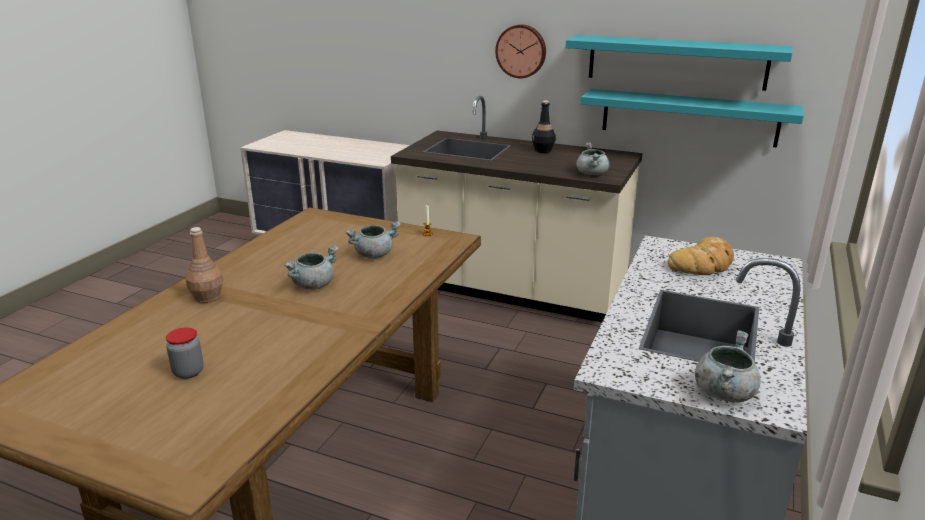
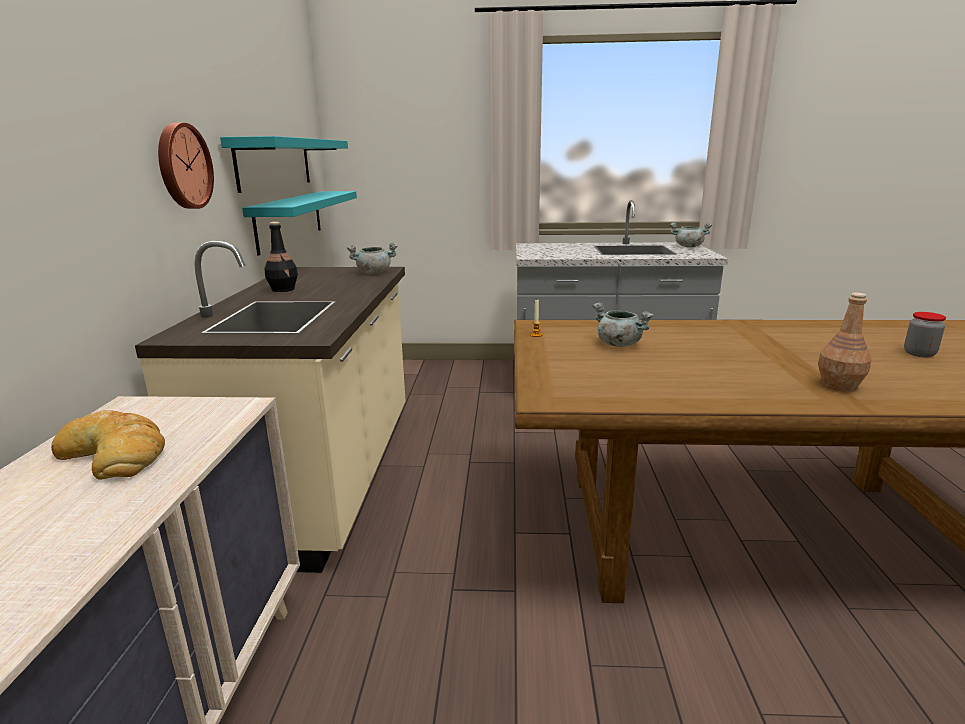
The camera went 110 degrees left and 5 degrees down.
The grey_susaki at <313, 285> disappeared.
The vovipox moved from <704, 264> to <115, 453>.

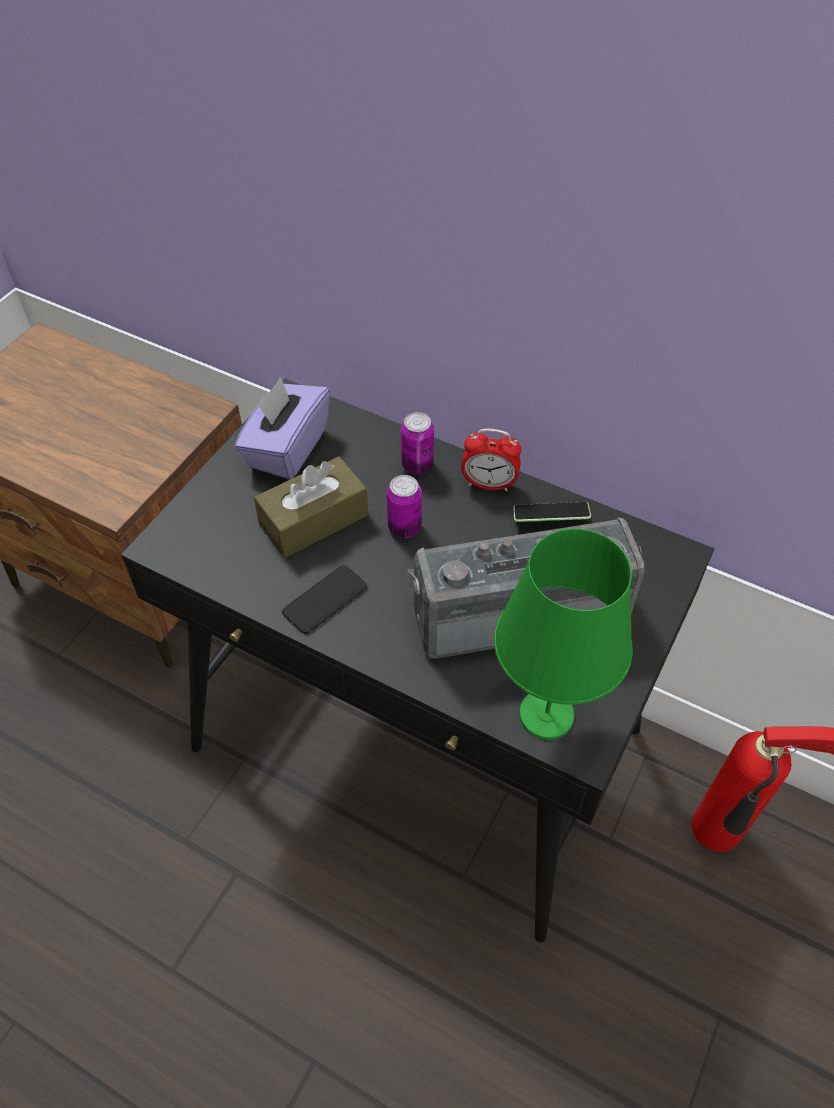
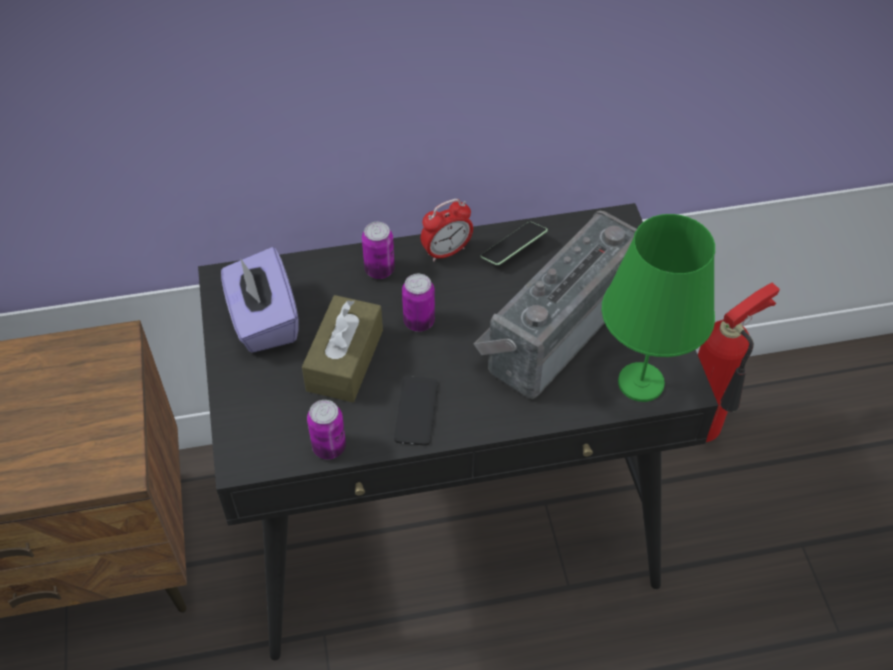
The camera went 40 degrees left and 0 degrees up.
The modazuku at <329, 447> appeared.

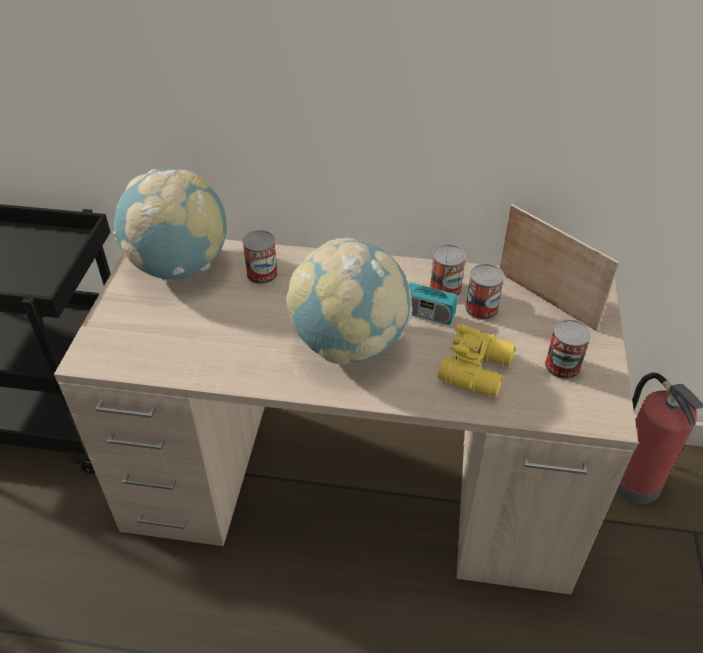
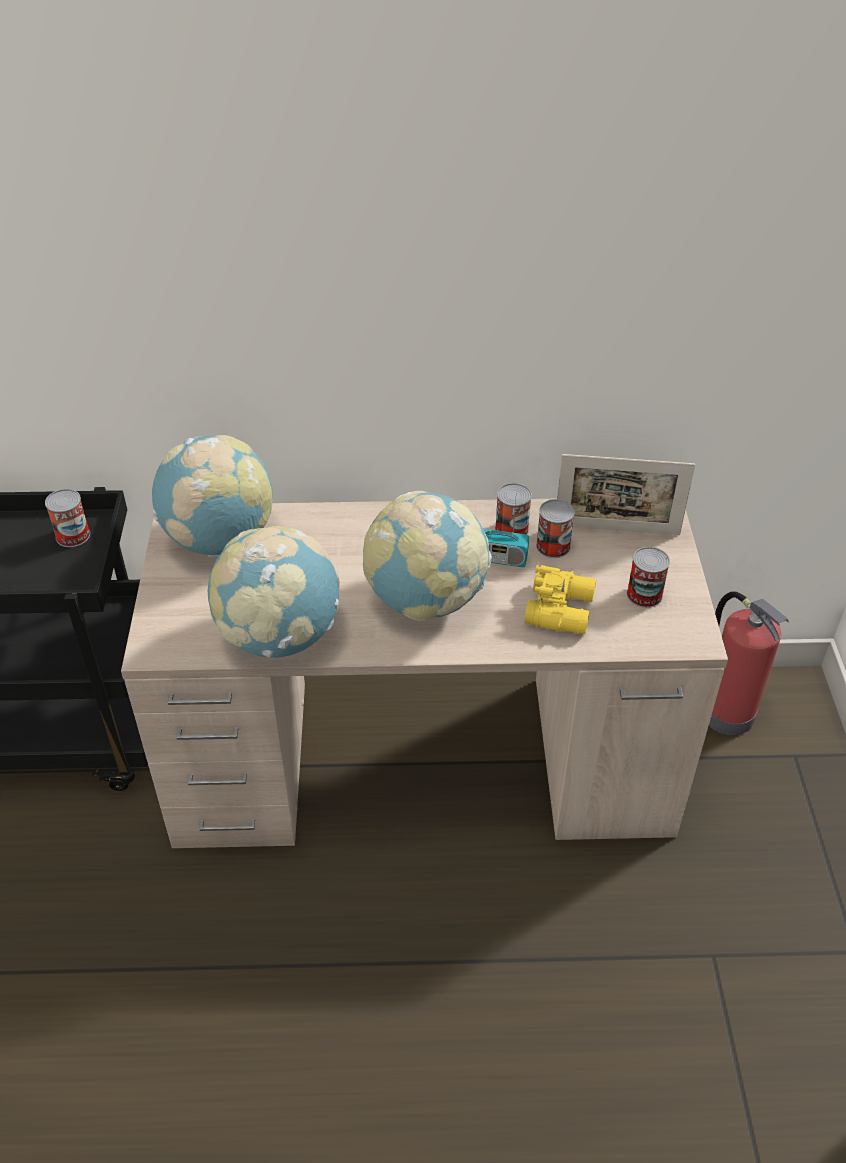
The camera went 10 degrees left and 0 degrees up.
The modazuku moved from <262, 274> to <73, 535>.
The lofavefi at <546, 300> turned 150 degrees clockwise.
The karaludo at <279, 636> appeared.

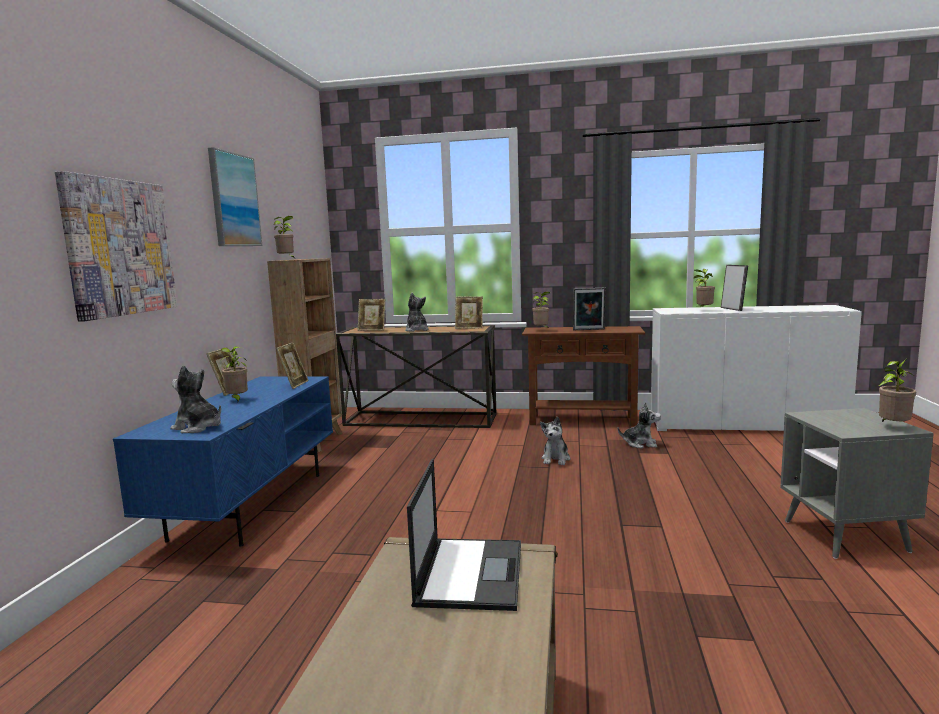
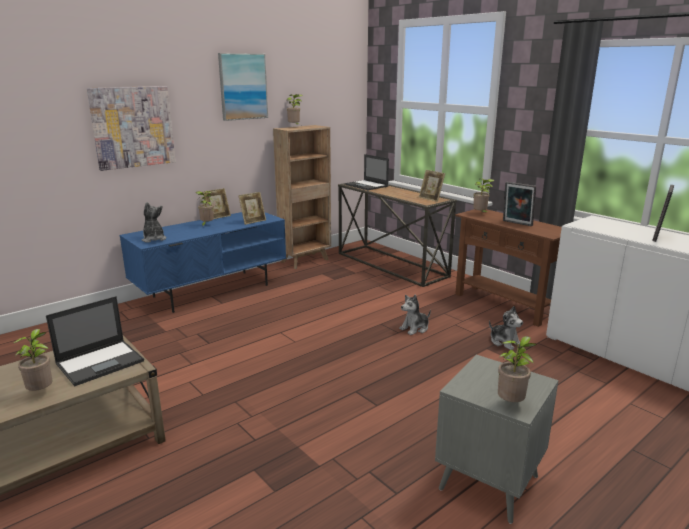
The camera went 40 degrees right and 10 degrees up.
The lofavefi at <372, 330> was replaced by the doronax at <367, 185>.
The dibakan at <416, 330> disappeared.
The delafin moved from <703, 310> to <42, 392>.

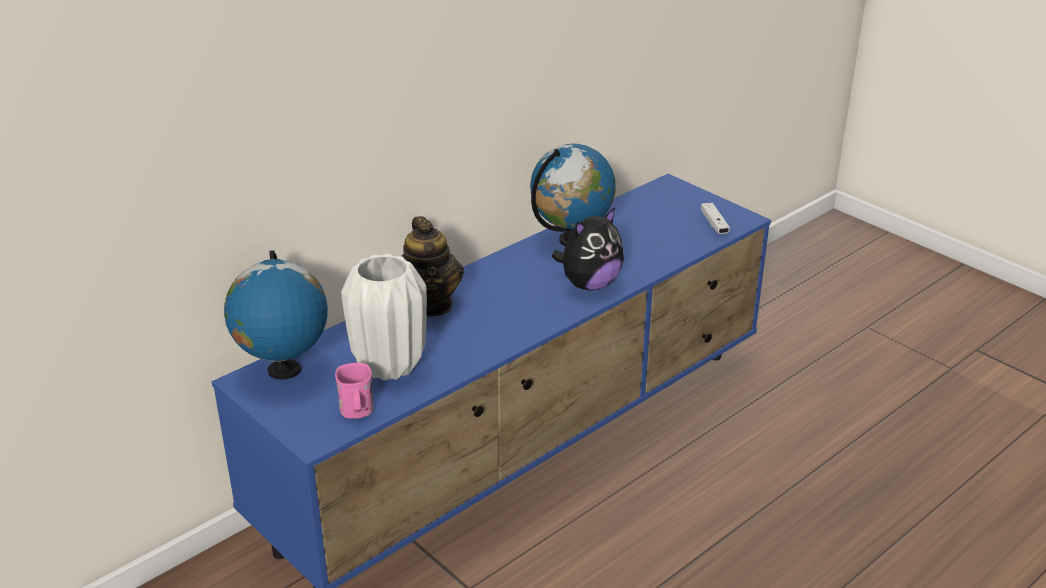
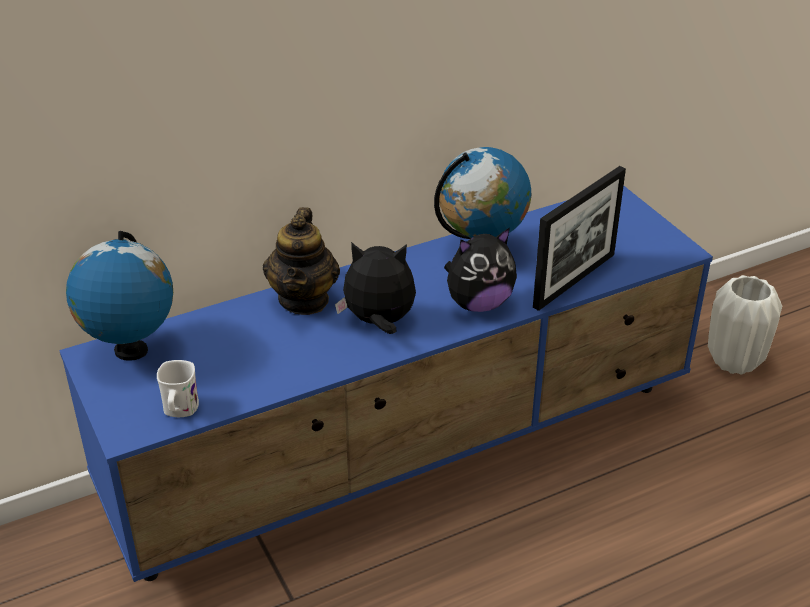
The camera went 15 degrees right and 5 degrees up.
The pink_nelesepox at <357, 412> became the white_nelesepox at <179, 410>.
The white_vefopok moved from <390, 365> to <735, 361>.
The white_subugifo at <714, 224> disappeared.
The dibakan at <379, 322> appeared.
The lofavefi at <574, 280> appeared.

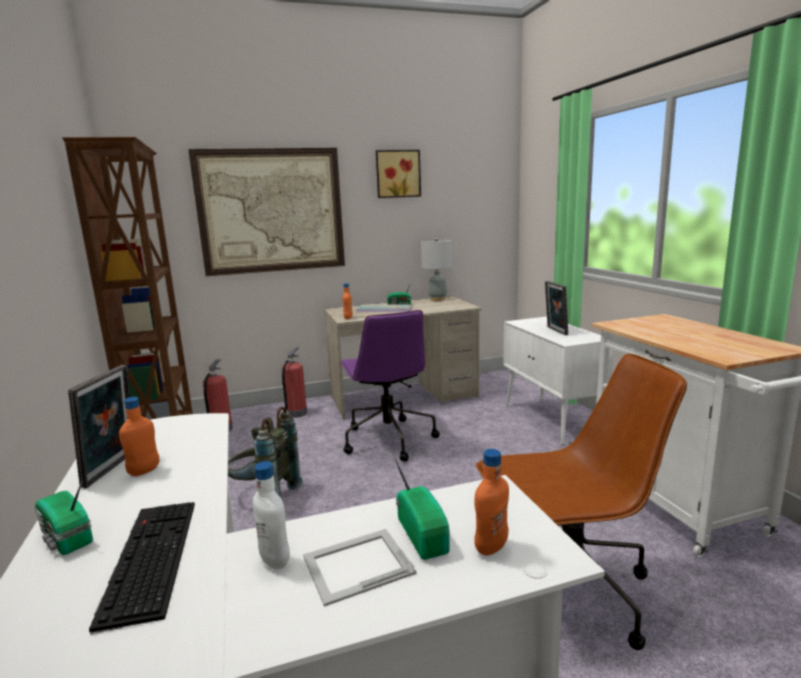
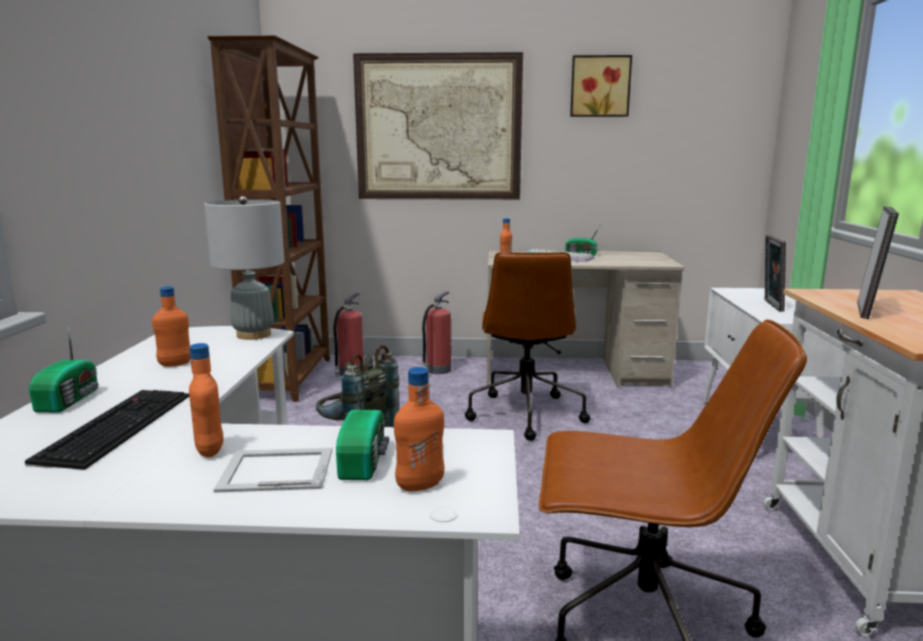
The camera went 20 degrees right and 0 degrees up.
The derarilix at <65, 538> turned 150 degrees counterclockwise.
The lofavefi moved from <114, 468> to <868, 311>.
The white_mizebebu at <275, 560> became the orange_mizebebu at <210, 450>.
The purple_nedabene at <388, 439> became the brown_nedabene at <525, 414>.
The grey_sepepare moved from <437, 299> to <254, 335>.

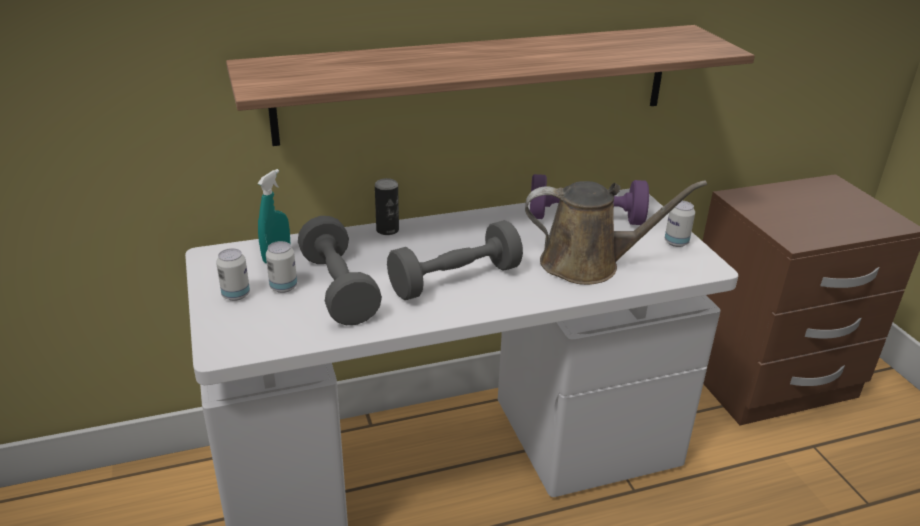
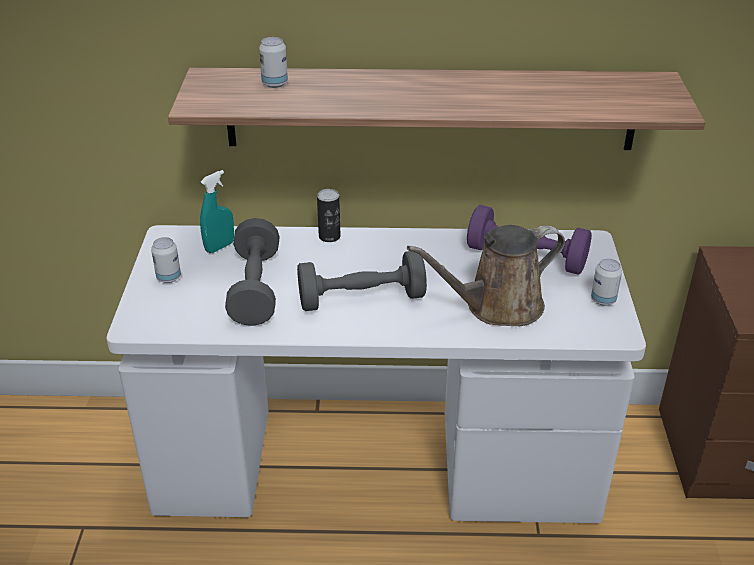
The camera went 20 degrees right and 5 degrees up.
The modazuku moved from <283, 287> to <275, 84>.
The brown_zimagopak at <588, 264> turned 135 degrees clockwise.

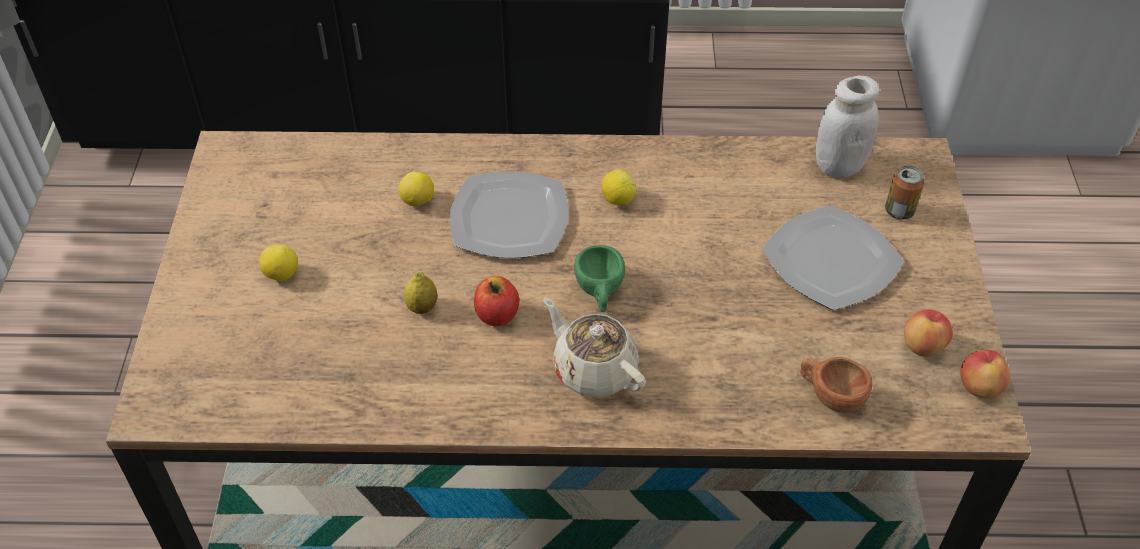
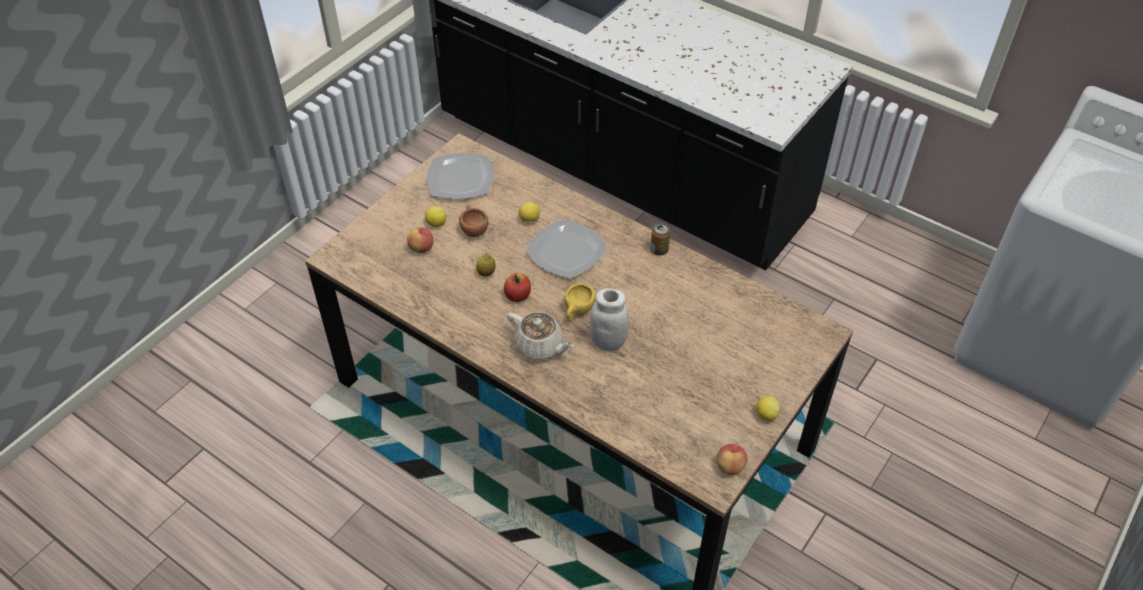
The camera went 35 degrees right and 0 degrees up.
The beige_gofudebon at <593, 369> turned 135 degrees clockwise.
The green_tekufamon at <600, 292> became the yellow_tekufamon at <577, 311>.
The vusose moved from <618, 199> to <766, 414>.
The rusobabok moved from <831, 262> to <460, 179>.
The brown_tekufamon moved from <830, 395> to <473, 228>.
The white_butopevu moved from <839, 166> to <608, 342>.
The modazuku moved from <899, 211> to <659, 250>.
The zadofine moved from <923, 346> to <421, 248>.

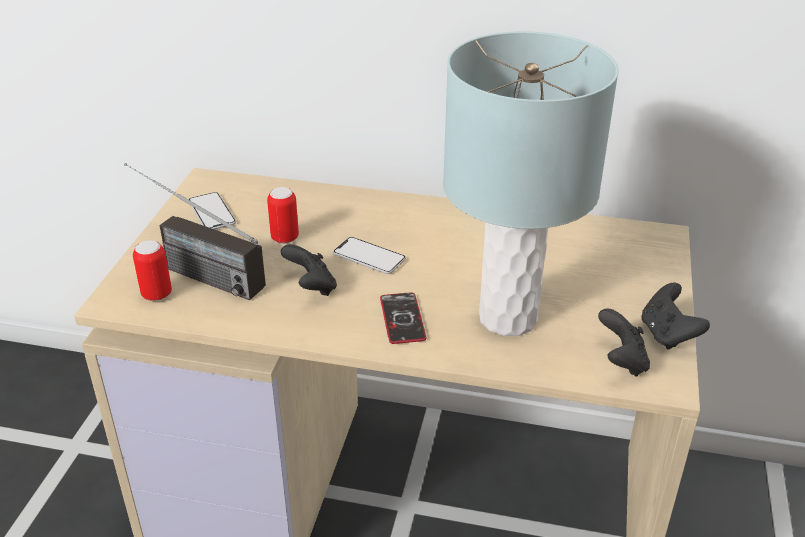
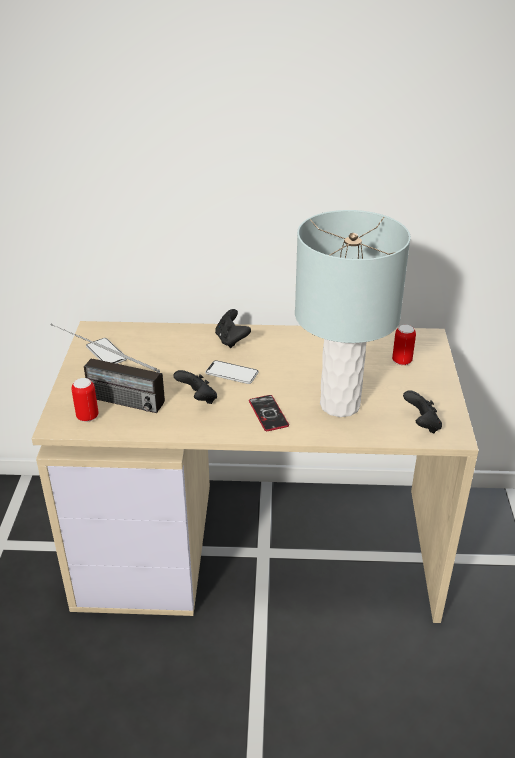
The camera went 10 degrees left and 0 degrees up.
The modazuku moved from <285, 238> to <402, 361>.
The black_subugifo moved from <667, 334> to <231, 340>.

